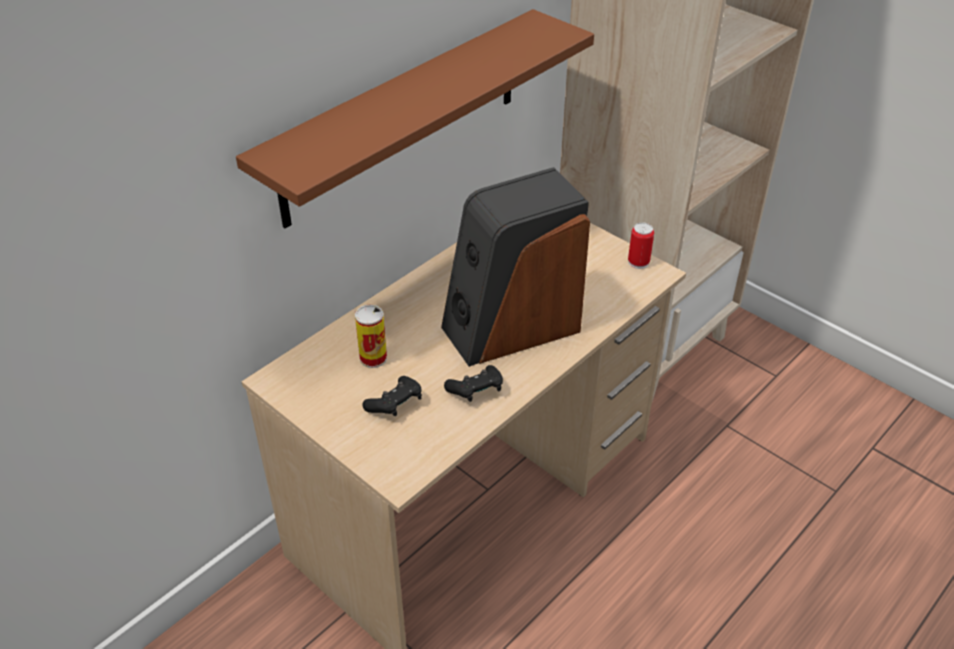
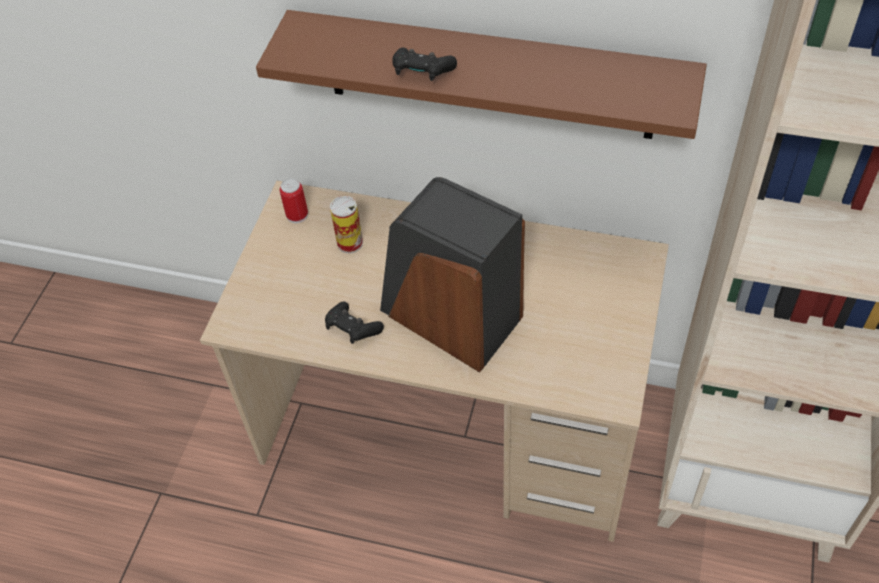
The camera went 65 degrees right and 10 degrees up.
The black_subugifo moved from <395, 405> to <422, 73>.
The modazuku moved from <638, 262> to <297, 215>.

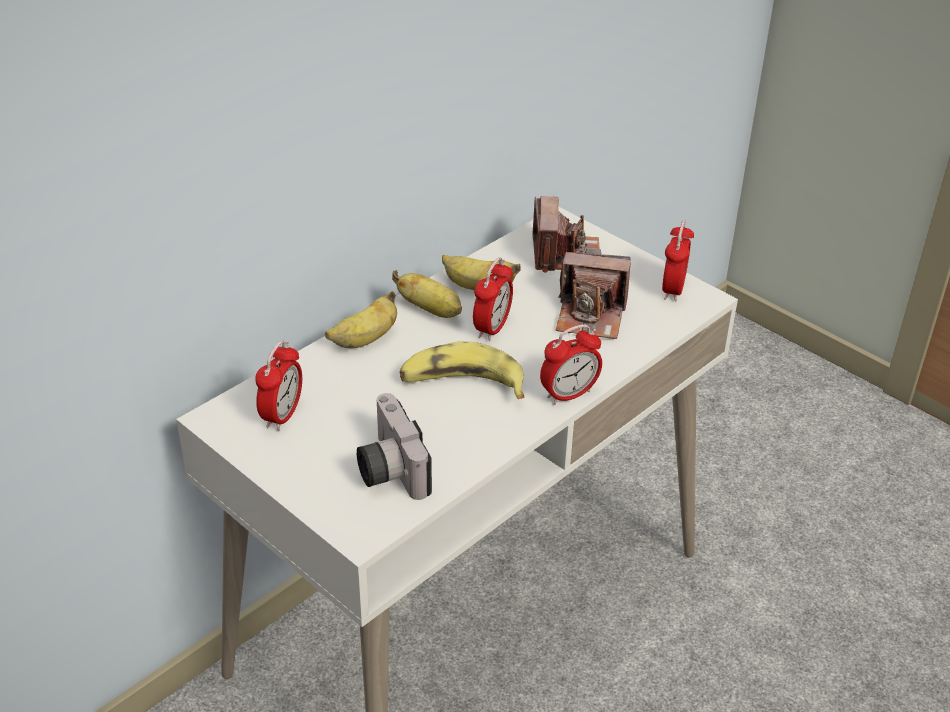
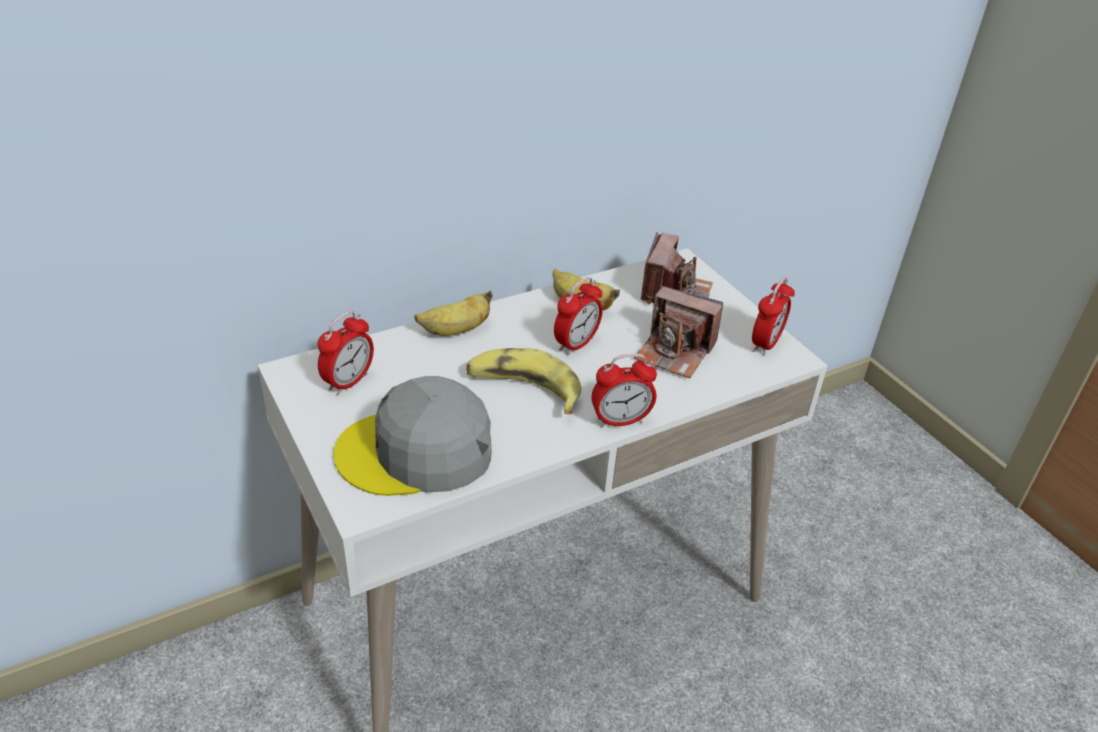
The camera went 15 degrees right and 0 degrees up.
The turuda at <387, 469> was replaced by the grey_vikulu at <416, 452>.
The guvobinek at <431, 310> disappeared.

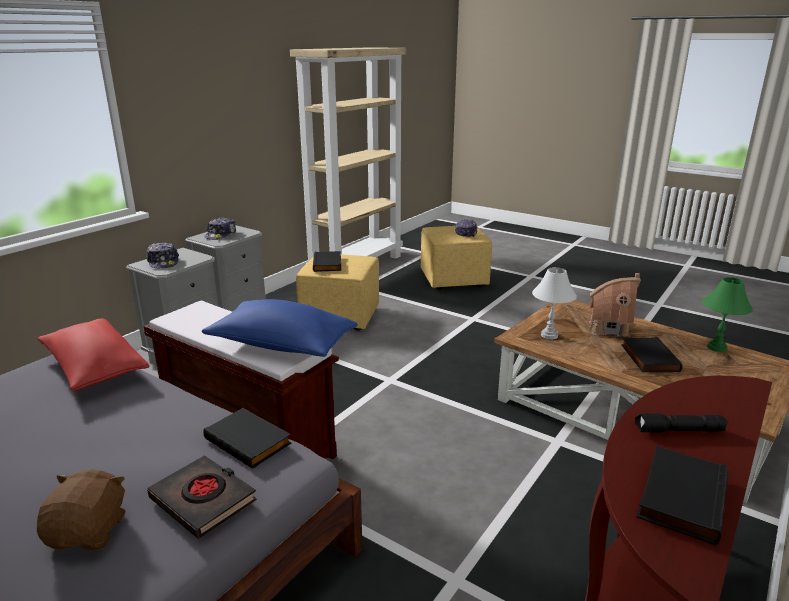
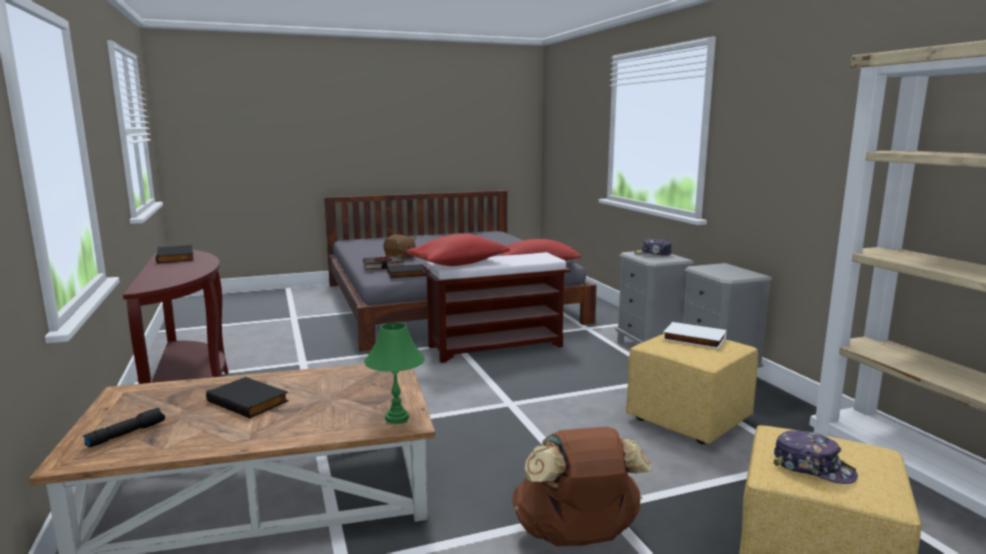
The camera went 125 degrees right and 10 degrees down.
The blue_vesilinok at <282, 346> became the red_vesilinok at <458, 264>.
The vikulu at <221, 235> disappeared.
The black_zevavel at <328, 264> became the white_zevavel at <693, 339>.
The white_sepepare at <549, 335> disappeared.
The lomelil at <609, 328> disappeared.
The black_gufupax moved from <678, 431> to <126, 434>.
The green_sepepare moved from <717, 348> to <396, 418>.
The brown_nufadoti at <577, 537> appeared.

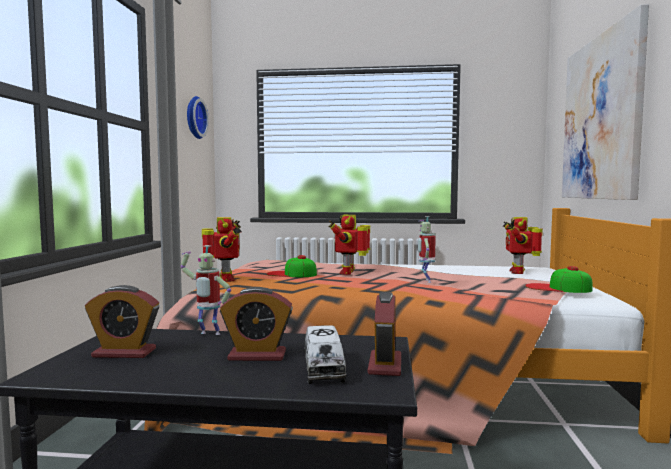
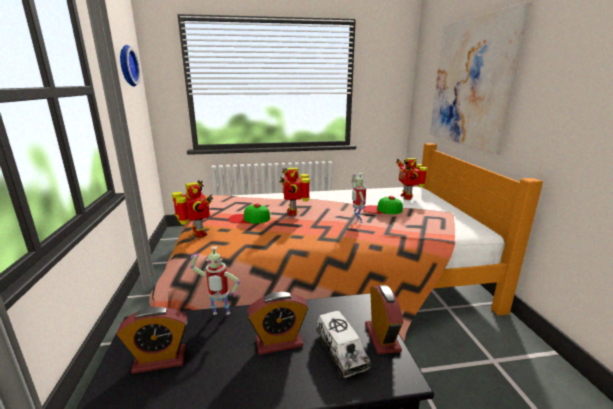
The camera went 15 degrees left and 15 degrees up.
The vikulu moved from <557, 288> to <382, 210>.

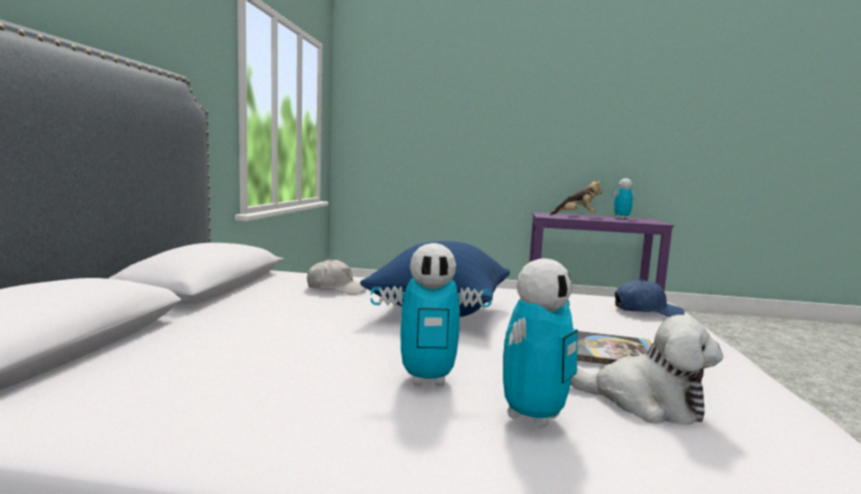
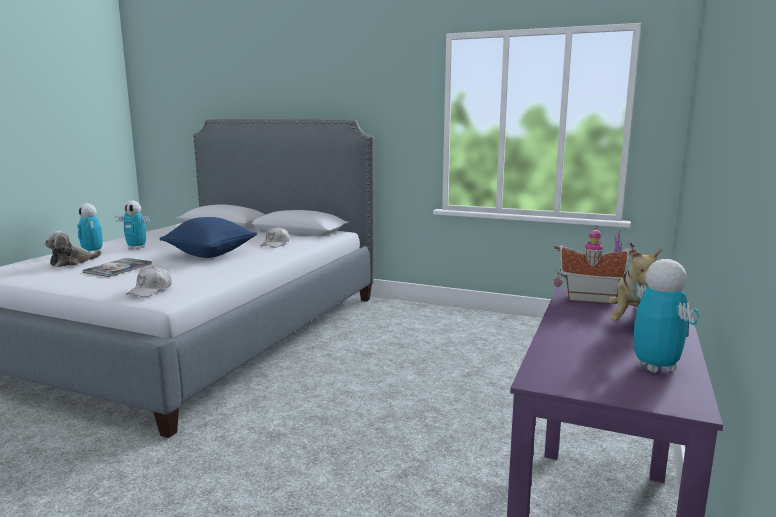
The camera went 105 degrees right and 5 degrees up.
The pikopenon at <427, 379> turned 90 degrees counterclockwise.
The blue_vikulu at <646, 311> became the white_vikulu at <150, 290>.
The lomelil at <589, 298> appeared.

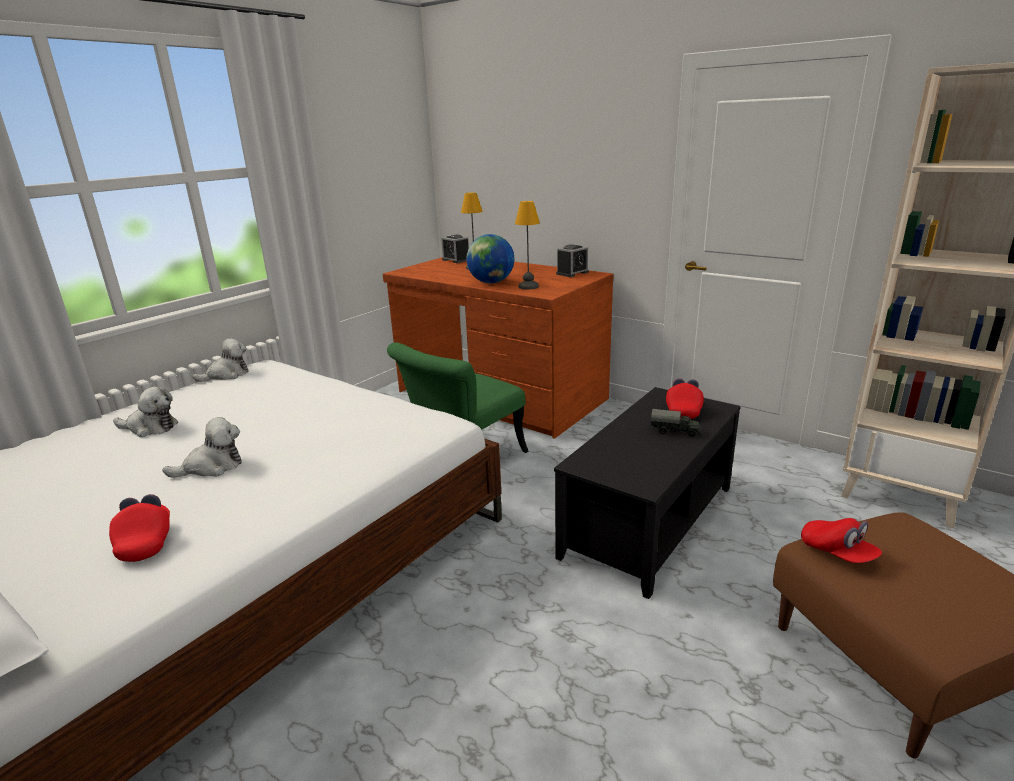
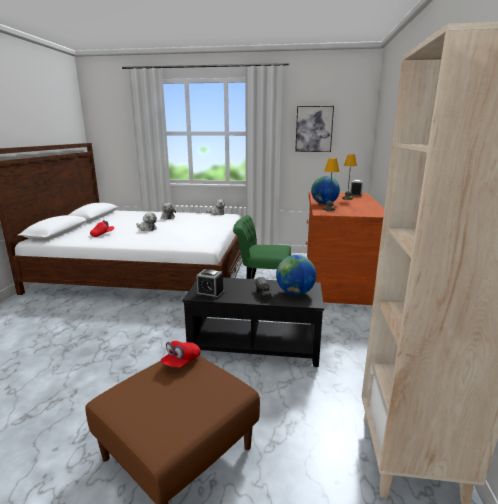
The camera went 60 degrees right and 5 degrees down.
The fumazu moved from <572, 273> to <210, 293>.
The red_vikulu at <683, 410> was replaced by the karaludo at <295, 293>.
The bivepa at <314, 129> appeared.

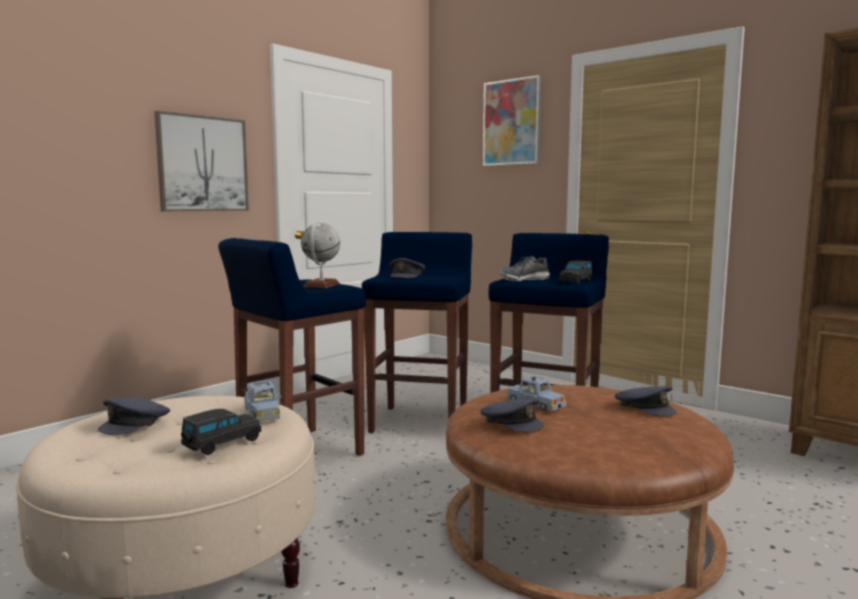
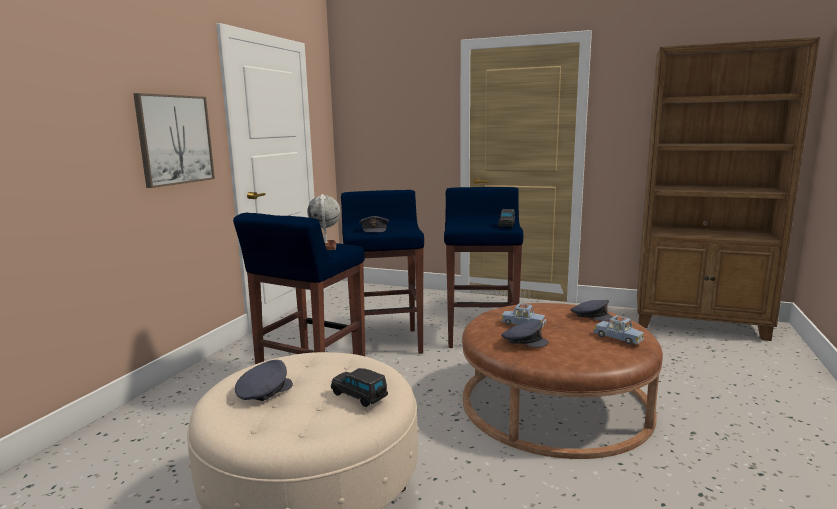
The camera went 20 degrees left and 5 degrees up.
The grey_vikulu at <136, 423> turned 150 degrees counterclockwise.
The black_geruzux at <221, 444> turned 75 degrees counterclockwise.
The blue_geruzux moved from <262, 413> to <618, 338>.
The bivepa at <511, 122> disappeared.
The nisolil at <524, 279> disappeared.

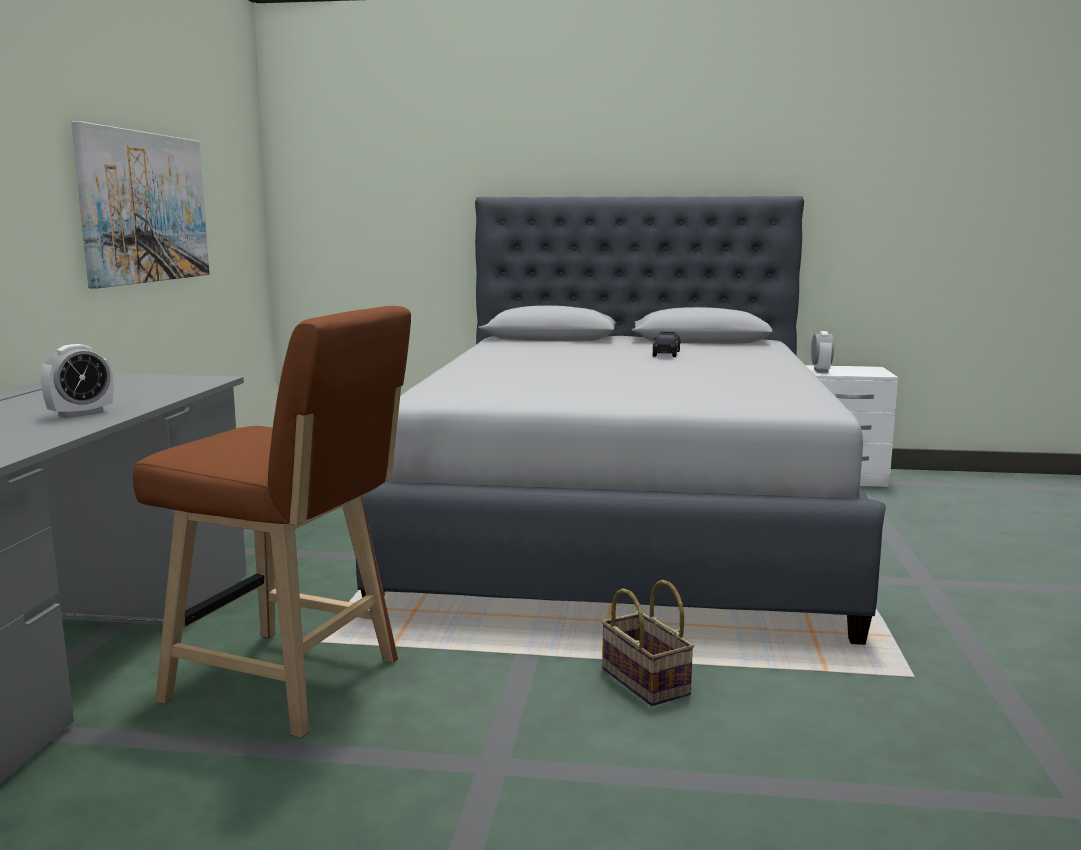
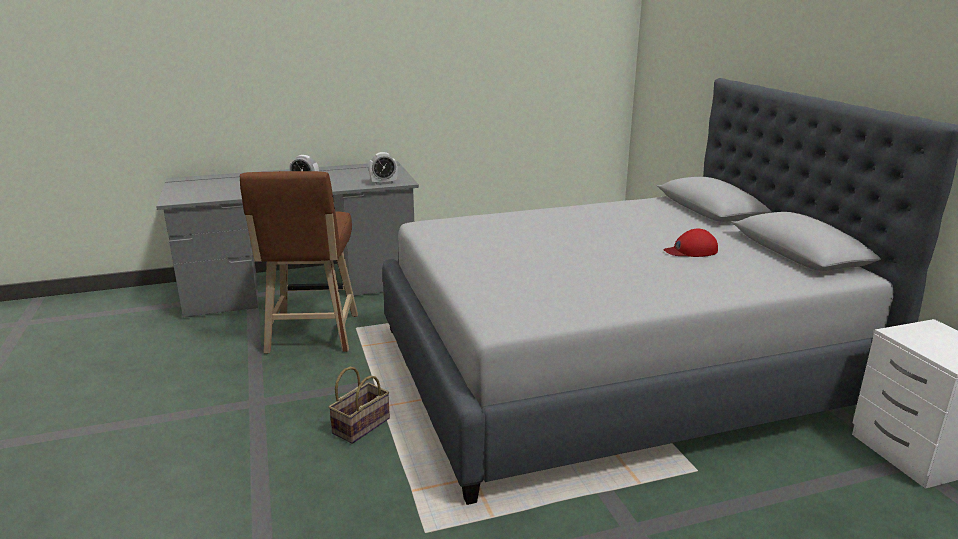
The camera went 65 degrees right and 10 degrees up.
The bivepa at <144, 207> disappeared.
The black_geruzux at <666, 353> was replaced by the red_vikulu at <691, 251>.
The fumazu moved from <820, 371> to <383, 183>.

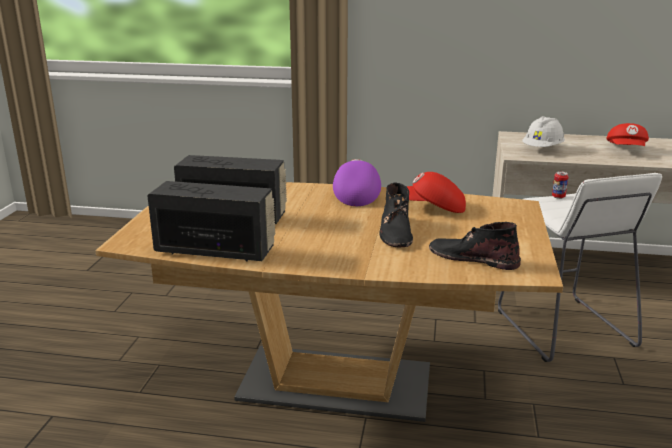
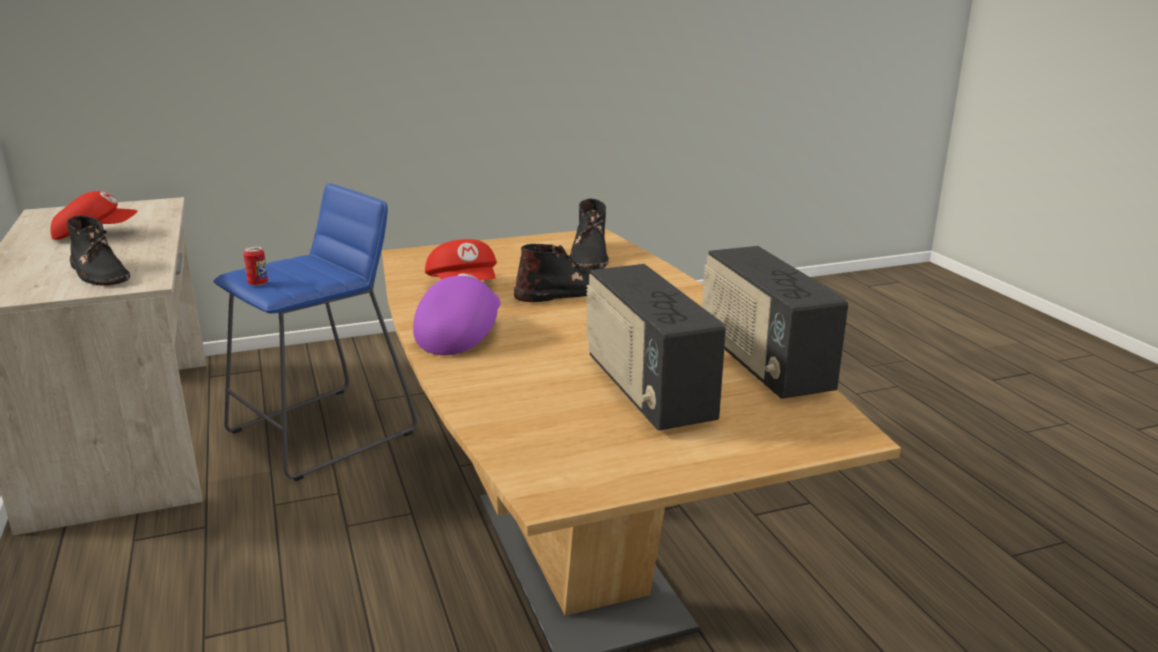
The camera went 120 degrees left and 0 degrees up.
The purple_vikulu at <356, 195> turned 135 degrees clockwise.
The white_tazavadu at <564, 329> became the blue_tazavadu at <323, 432>.
The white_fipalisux at <542, 149> was replaced by the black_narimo at <99, 273>.

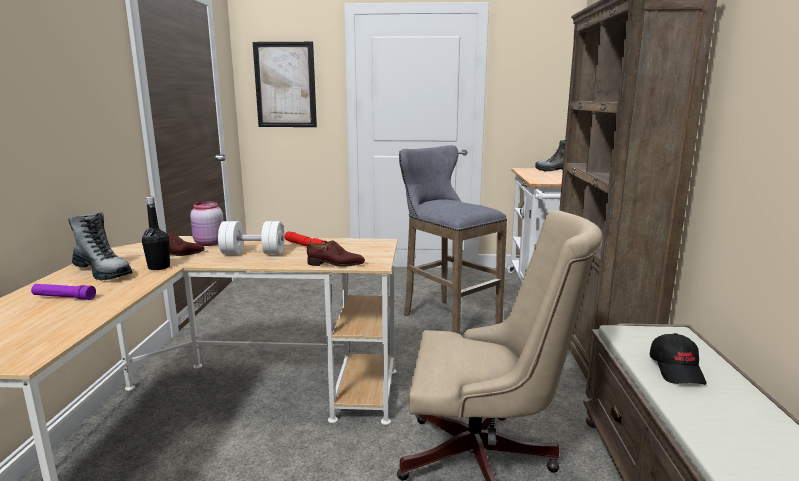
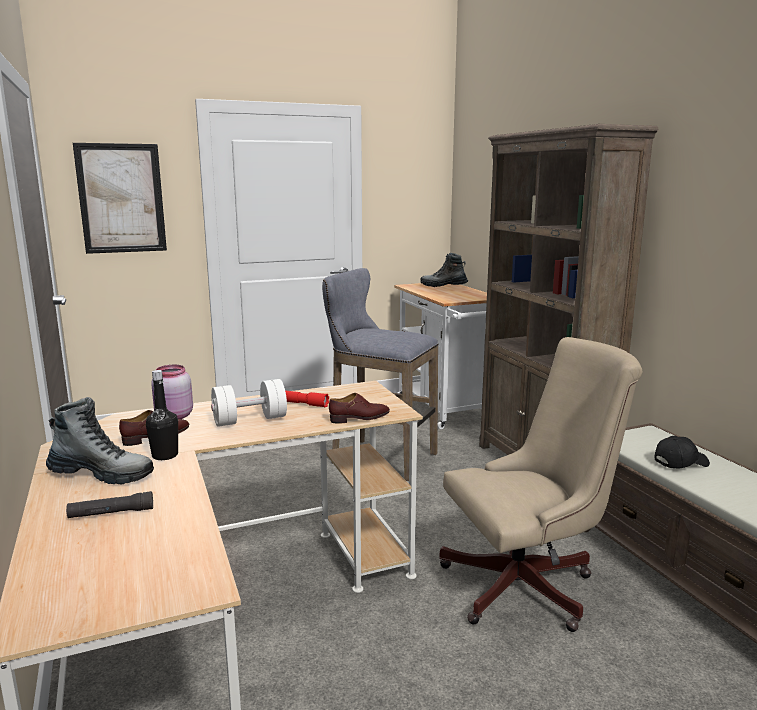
The camera went 25 degrees left and 0 degrees up.
The purple_gufupax at <64, 297> became the black_gufupax at <111, 513>.
The black_vikulu at <677, 370> turned 90 degrees counterclockwise.

